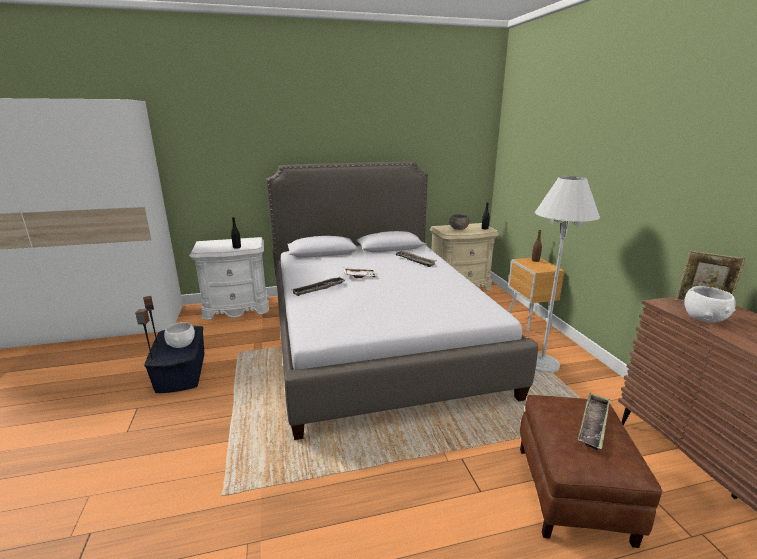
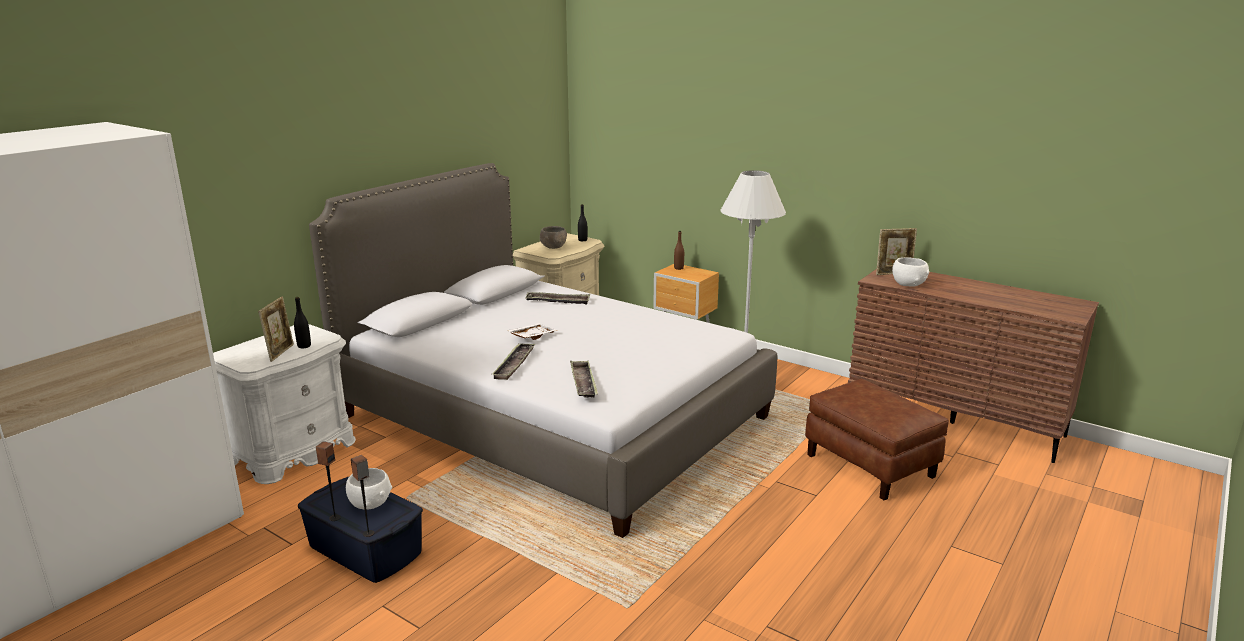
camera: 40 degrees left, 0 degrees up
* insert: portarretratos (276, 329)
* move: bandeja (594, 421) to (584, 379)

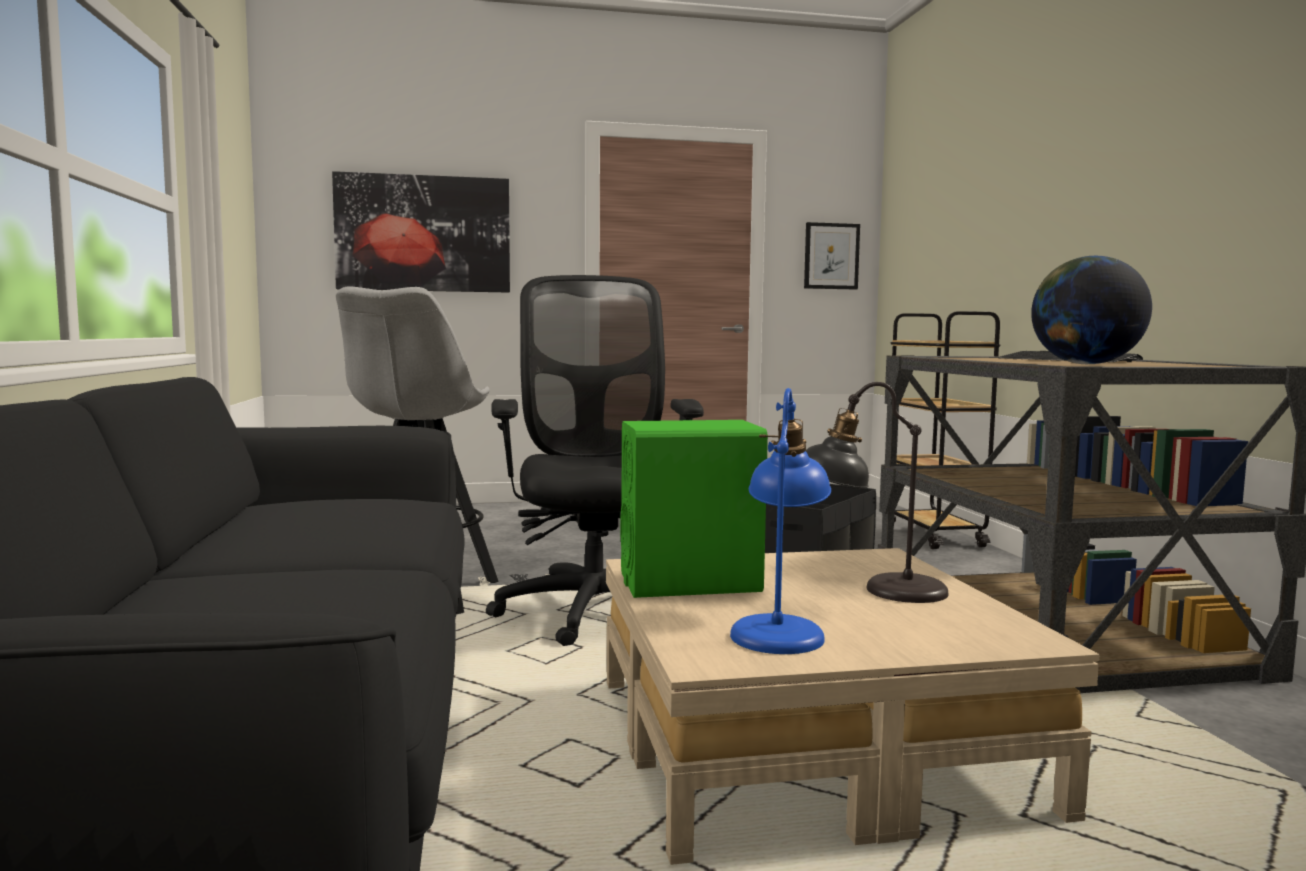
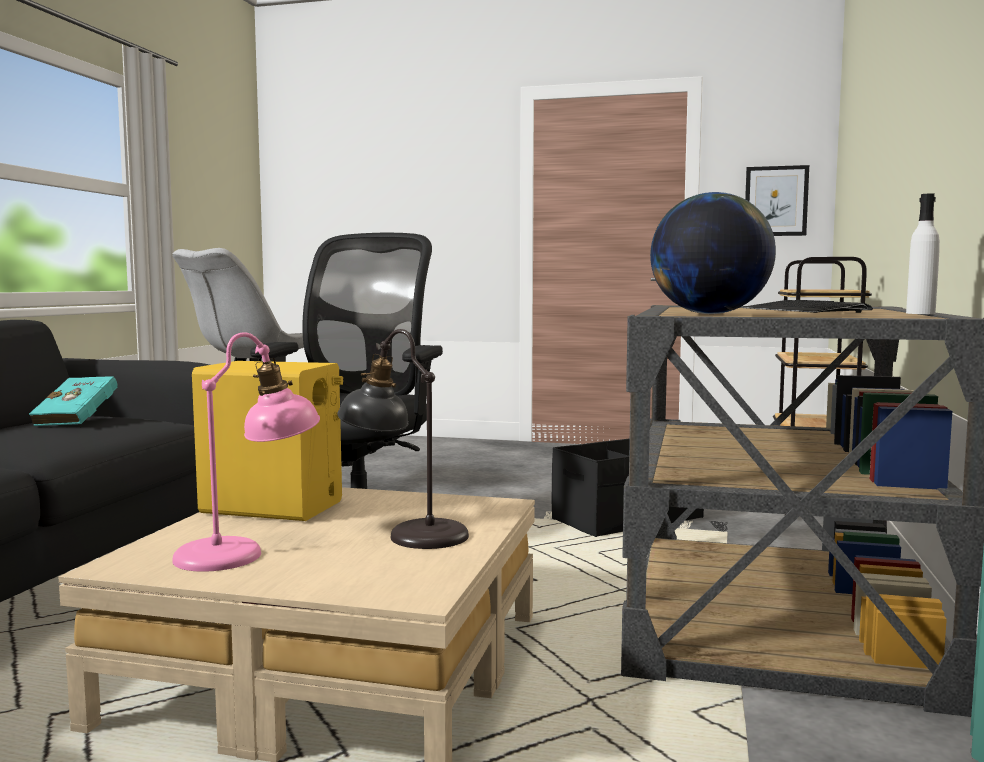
camera: 25 degrees right, 0 degrees up
* delete: cuadro (421, 232)
* insert: libro (turquesa) (73, 401)
* insert: botella (blanco) (923, 253)
* recolor: altavoz (verde) (694, 509) to altavoz (amarillo) (267, 441)
* recolor: lámpara de mesa (azul) (780, 521) to lámpara de mesa (rosa) (246, 452)

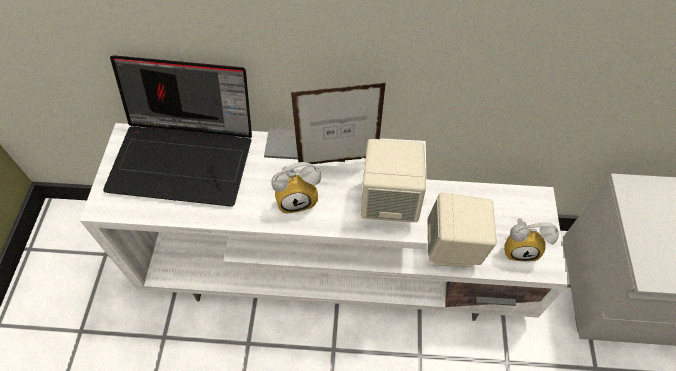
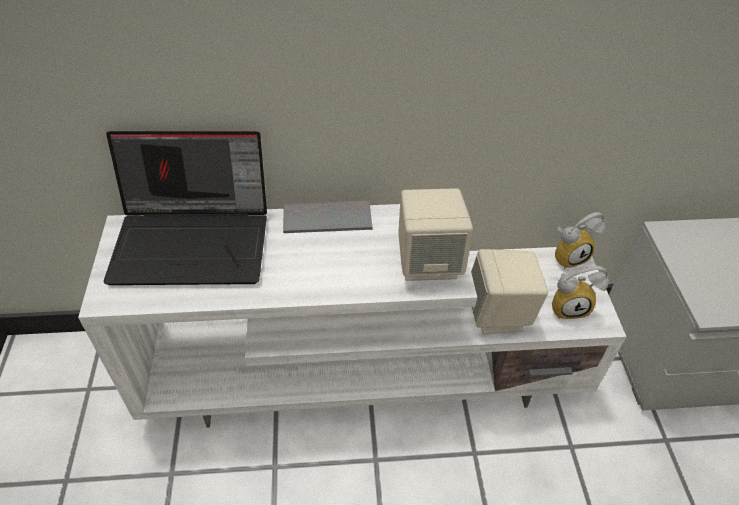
camera: 10 degrees left, 10 degrees down
* delete: portarretratos (338, 123)
* move: despertador (296, 187) to (580, 240)

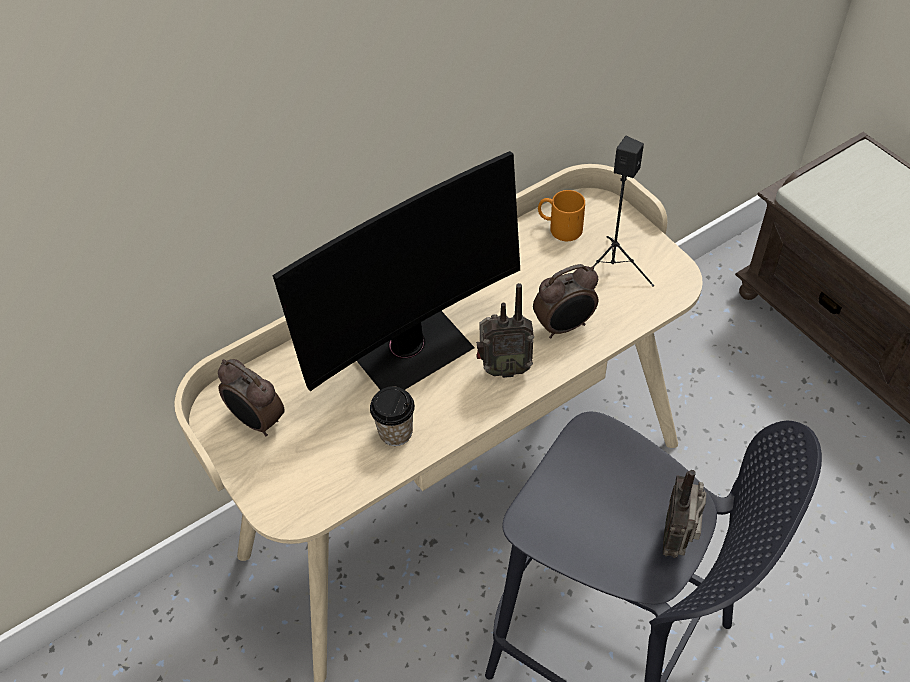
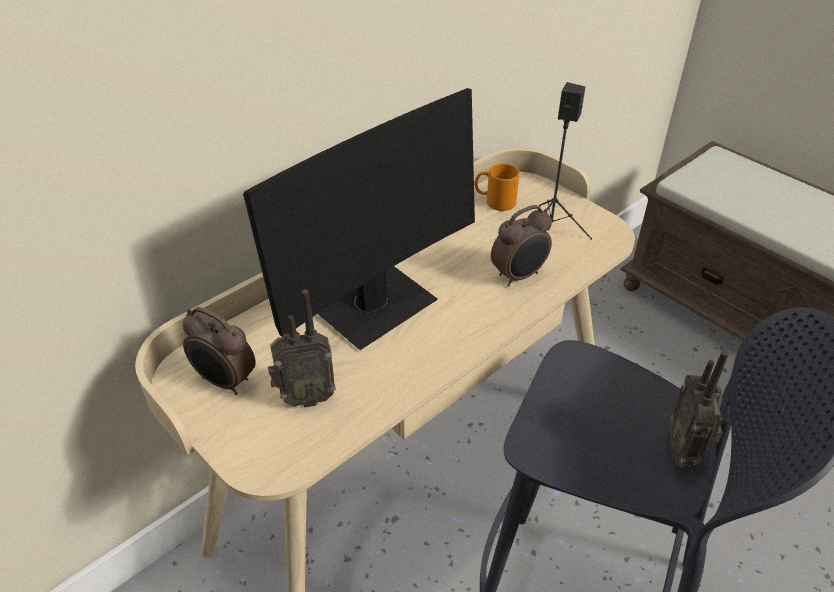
camera: 10 degrees left, 10 degrees down
* delete: taza (392, 416)
* move: radio (505, 330) to (302, 348)

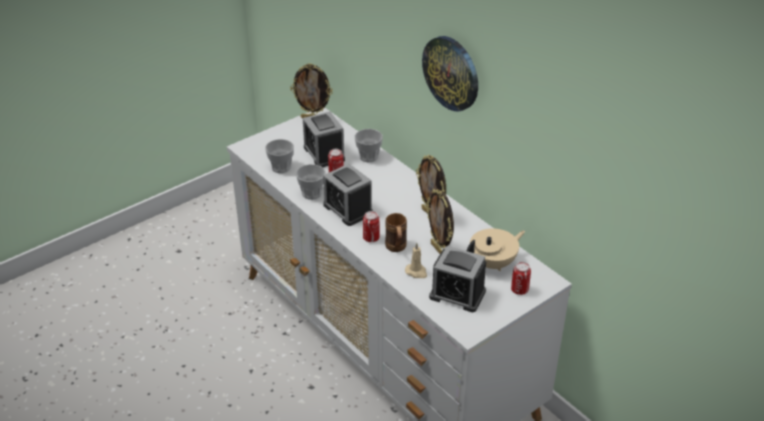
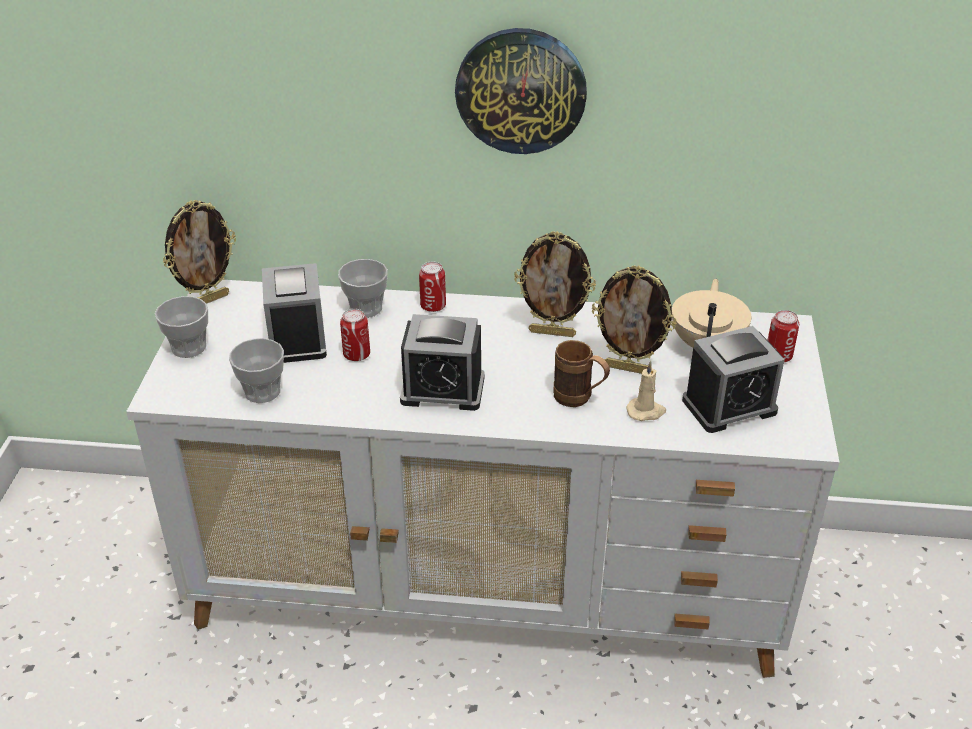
camera: 45 degrees left, 0 degrees up
* move: taza (311, 182) to (181, 327)
* move: lata (371, 226) to (432, 287)
* rotate: despertador (324, 139) = (294, 313) 60 degrees clockwise

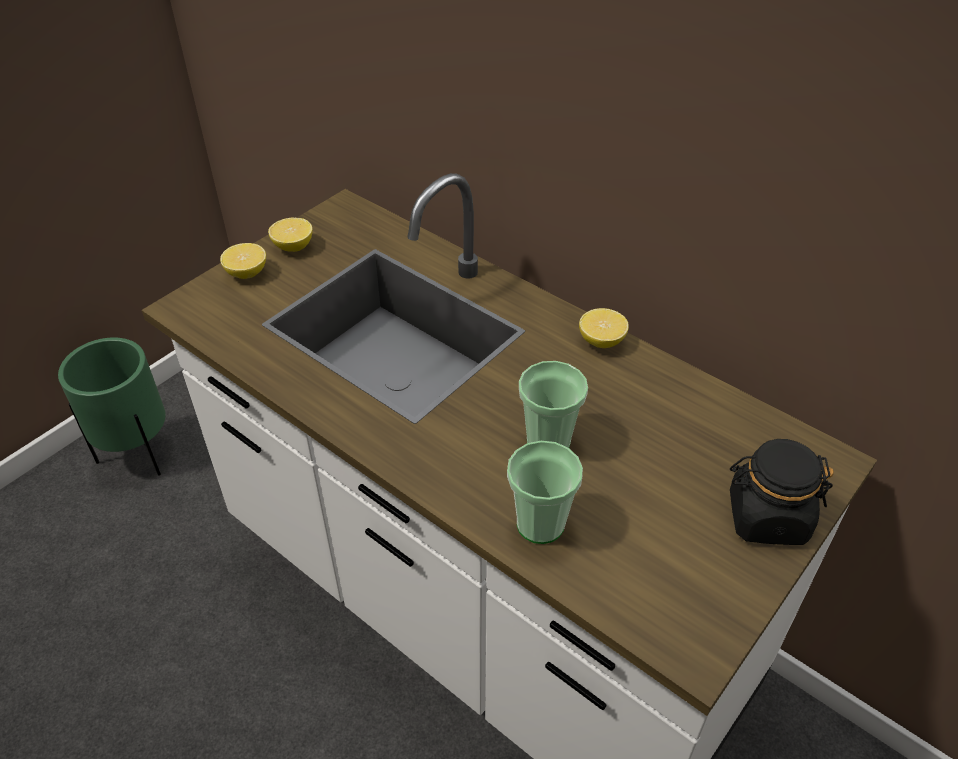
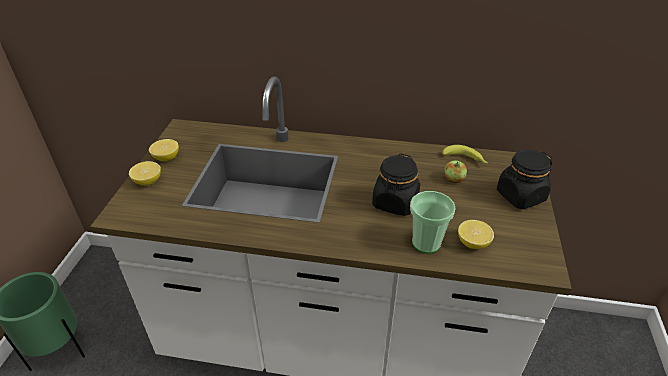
camera: 30 degrees left, 5 degrees down
* insert: plátano (465, 154)
* insert: manzana (455, 171)
* move: limón (604, 328) to (476, 234)
* replace: taza (553, 404) to tarro (negro) (396, 184)

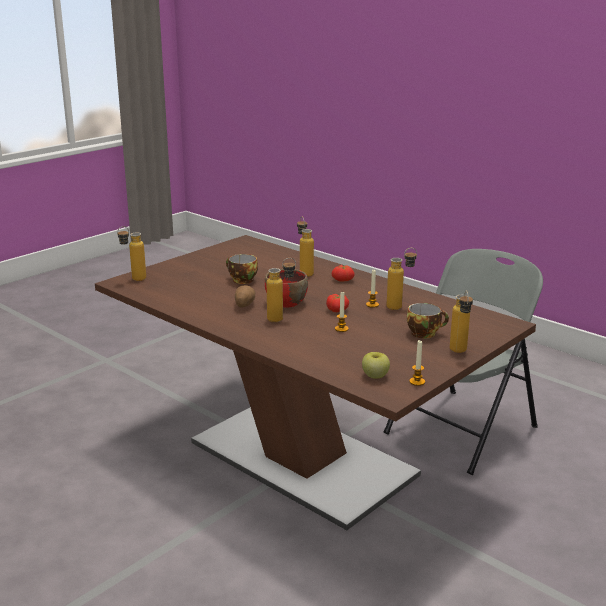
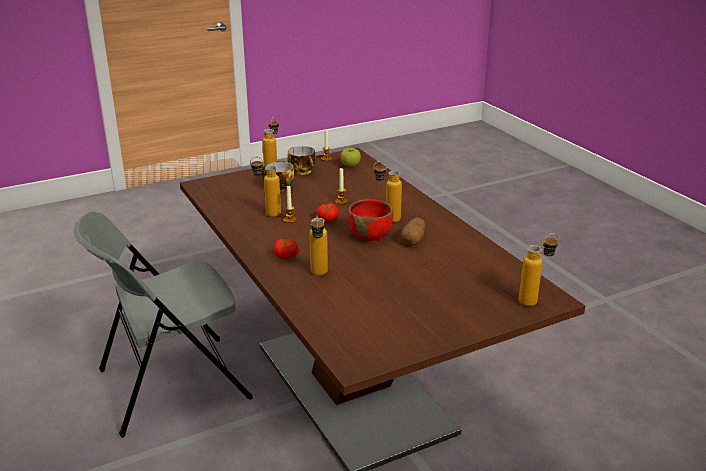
camera: 160 degrees left, 5 degrees up
* move: taza (242, 269) to (301, 160)

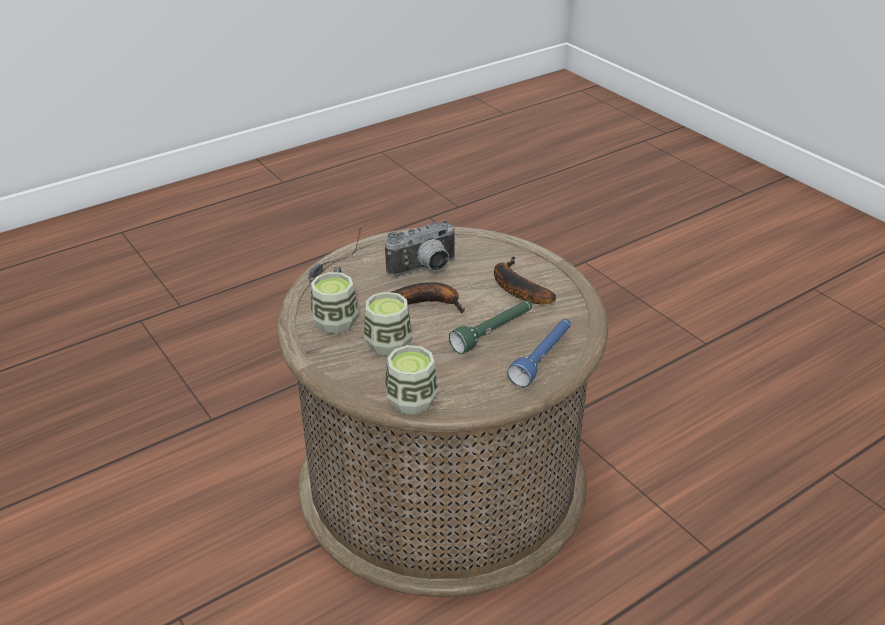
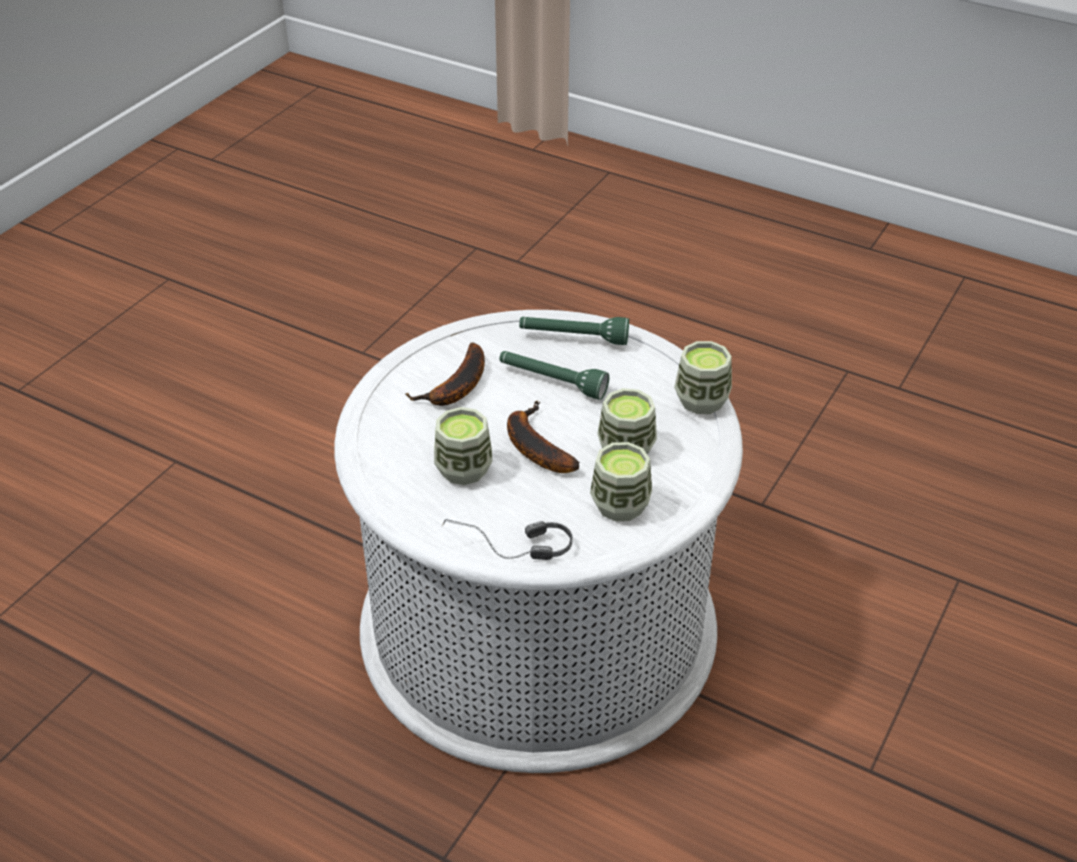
camera: 115 degrees left, 5 degrees up
* replace: cámara (421, 248) to taza (463, 446)
* recolor: mesa de centro (marrón) (442, 412) to mesa de centro (blanco) (538, 541)
* recolor: linterna (azul) (539, 353) to linterna (verde) (574, 331)

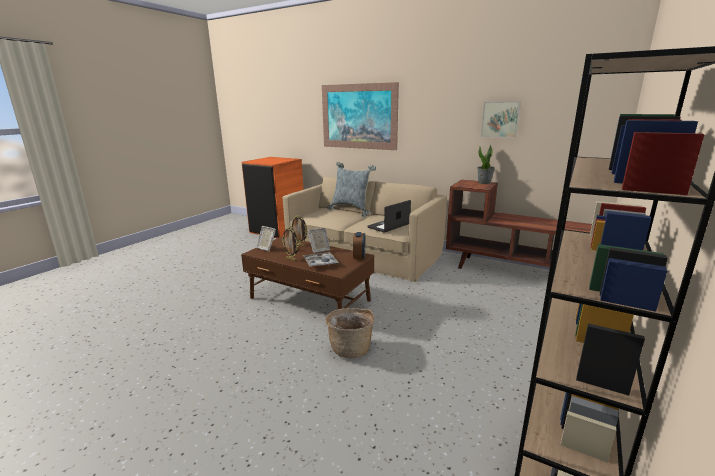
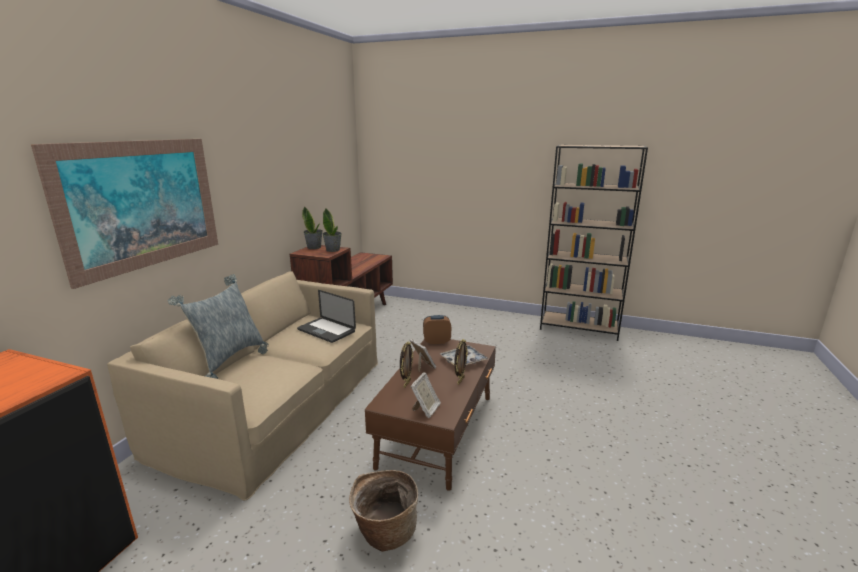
camera: 100 degrees left, 0 degrees up
* delete: cuadro (501, 119)
* insert: planta en maceta (332, 230)
* move: cesta (350, 333) to (383, 511)

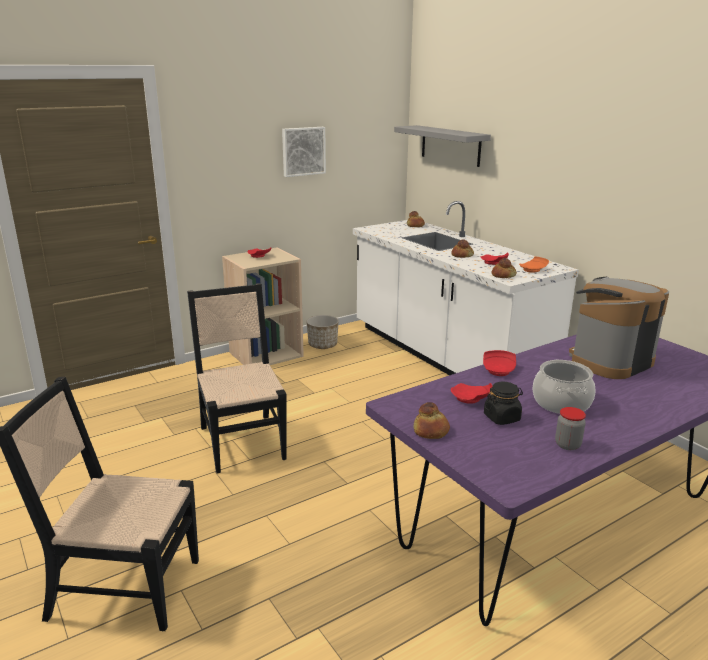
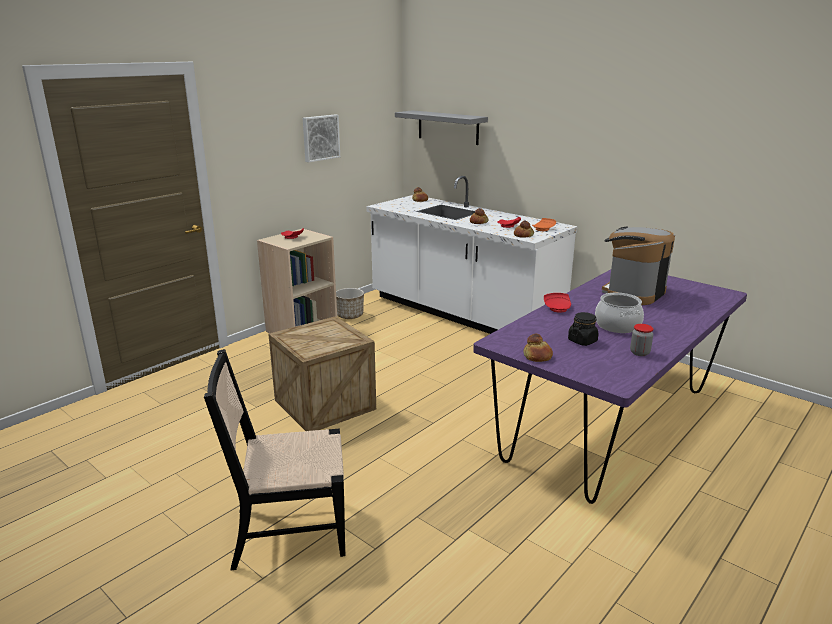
camera: 15 degrees left, 0 degrees up
* delete: plato (rojo) (472, 393)
* replace: silla (237, 378) to caja de embalaje (322, 374)

